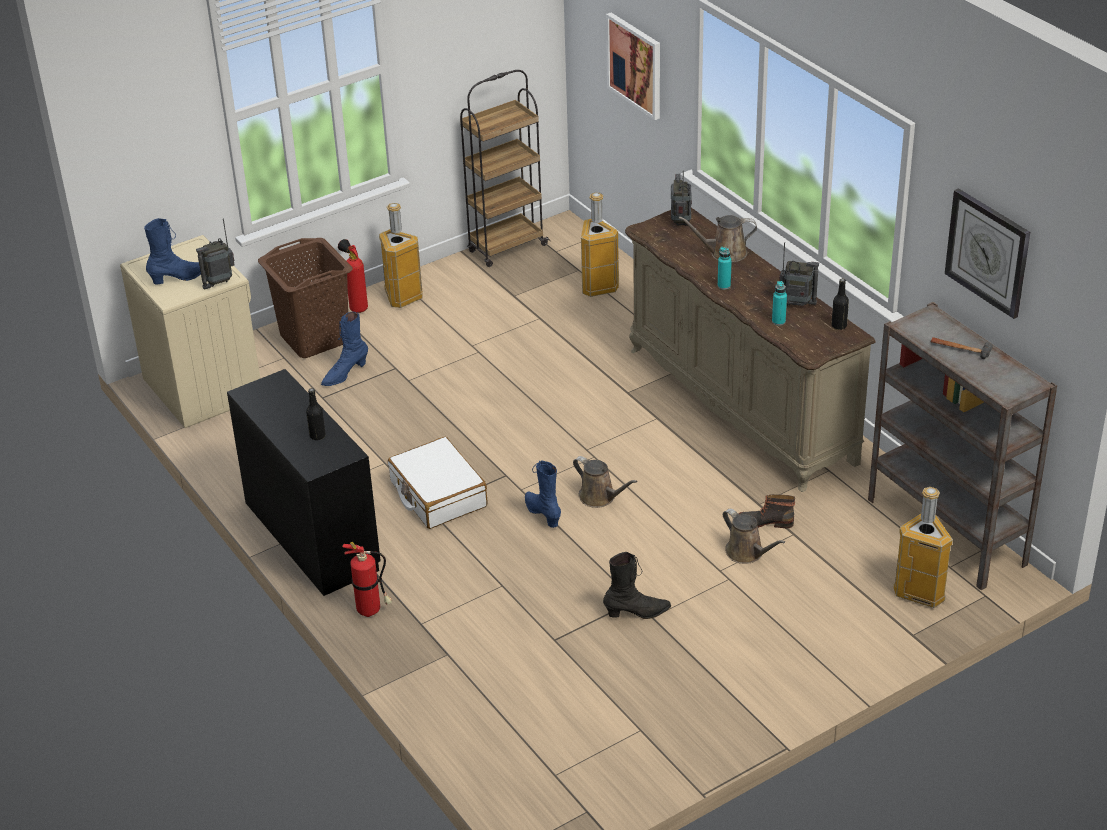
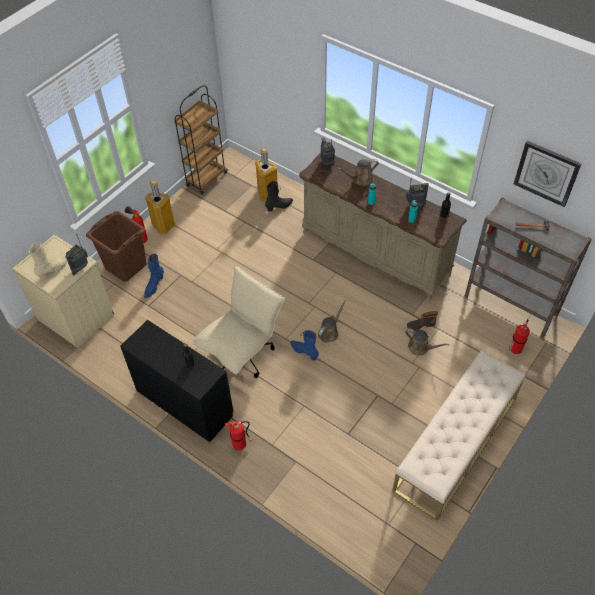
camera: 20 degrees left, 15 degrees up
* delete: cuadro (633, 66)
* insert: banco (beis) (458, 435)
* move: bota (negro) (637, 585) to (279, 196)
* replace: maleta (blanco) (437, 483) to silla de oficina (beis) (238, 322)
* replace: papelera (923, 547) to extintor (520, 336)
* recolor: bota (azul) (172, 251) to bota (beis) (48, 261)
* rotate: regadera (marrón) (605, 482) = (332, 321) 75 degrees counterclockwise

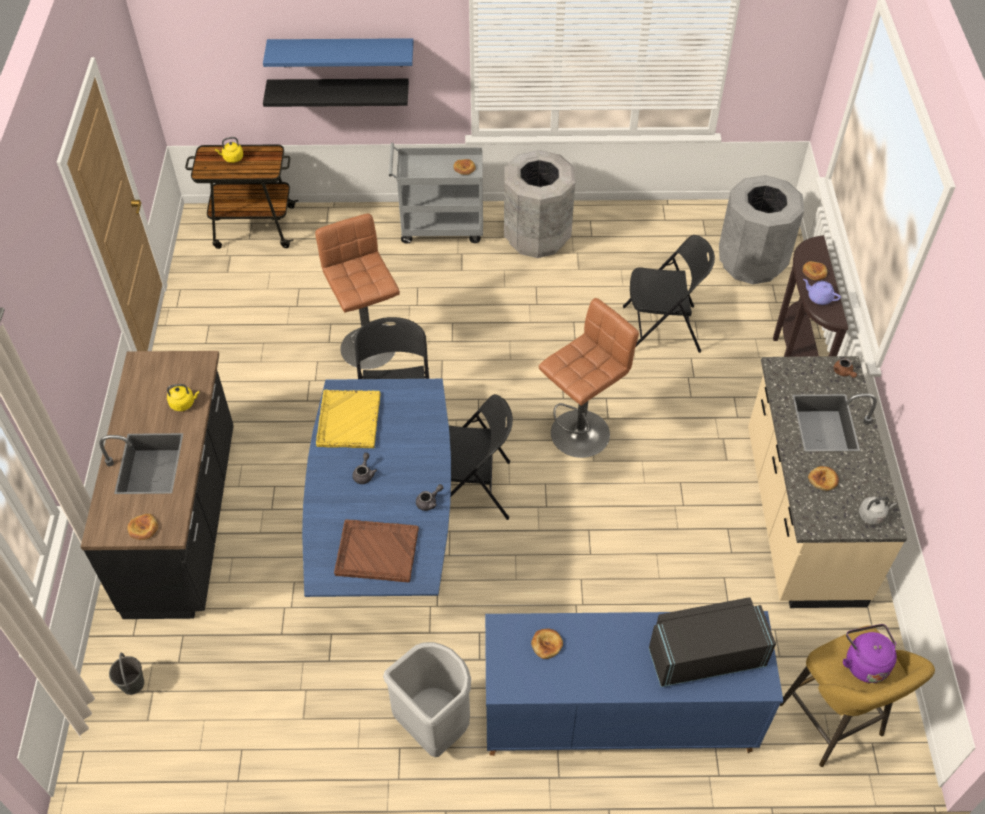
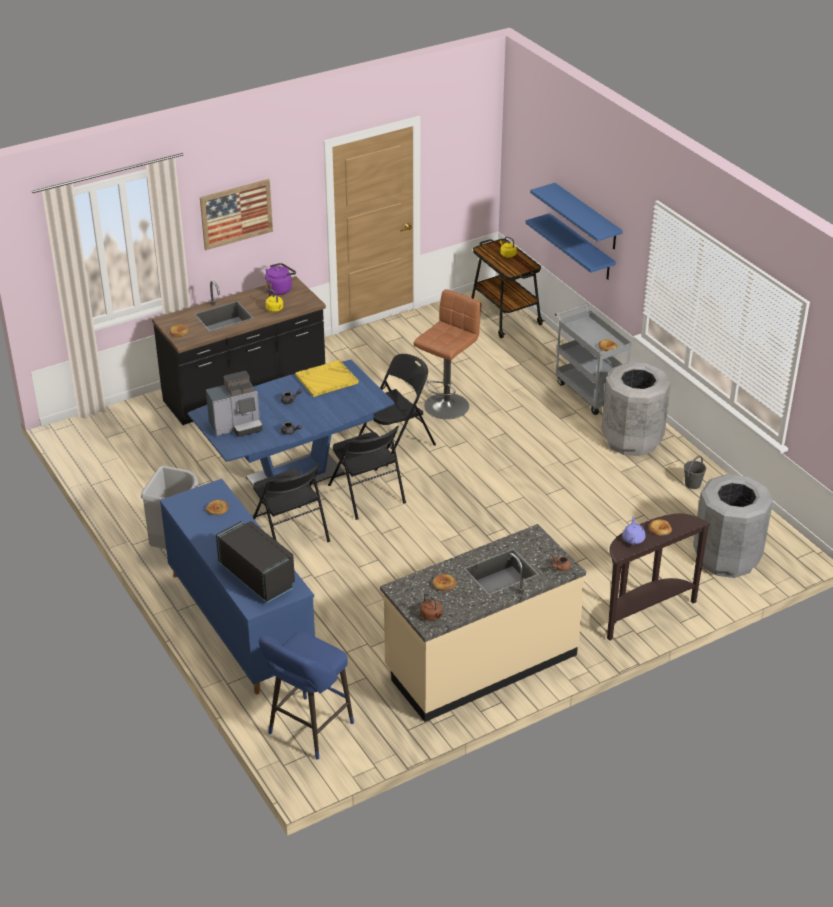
camera: 60 degrees right, 15 degrees down
* delete: taburete (marrón) (589, 378)
* insert: cuadro (236, 214)
* move: cubo (gris) (126, 674) to (695, 472)
* move: silla (negro) (669, 294) to (291, 502)
* move: hervidor (morado) (870, 653) to (280, 279)
* replace: bandeja (marrón) (376, 551) to cafetera (234, 404)
* recolor: estante (negro) (336, 93) to estante (azul) (570, 246)
* recolor: taburete (amarillo) (857, 696) to taburete (azul) (306, 696)
* recolor: hervidor (gris) (878, 511) to hervidor (marrón) (431, 607)

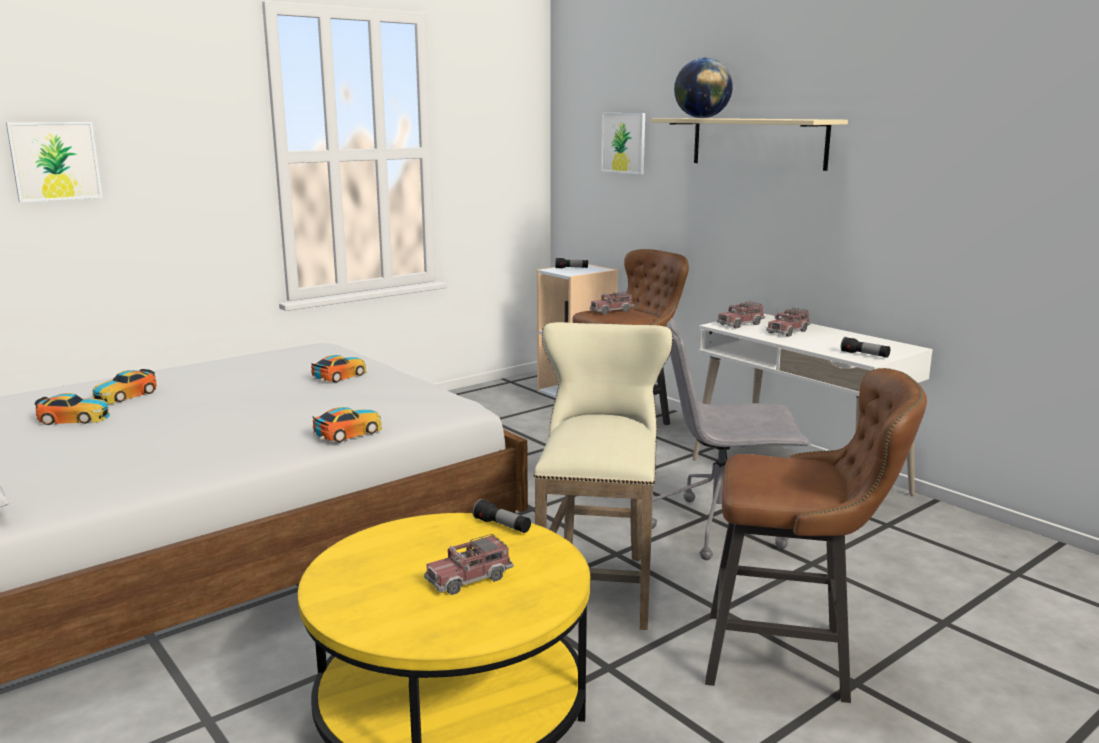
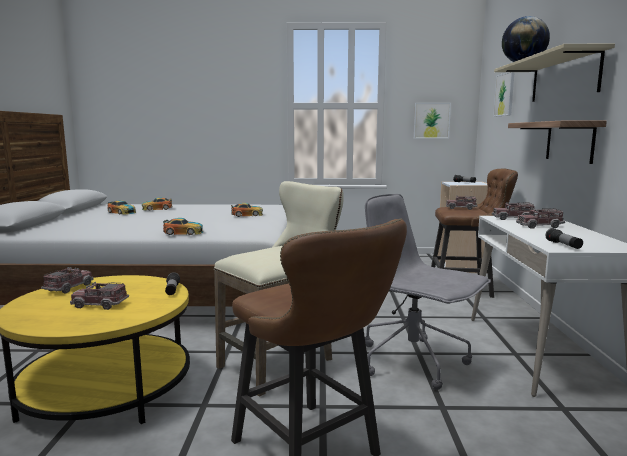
camera: 40 degrees right, 5 degrees down
* insert: camión de juguete (67, 280)
* insert: estante (557, 142)
* move: cuadro (54, 162) to (432, 121)

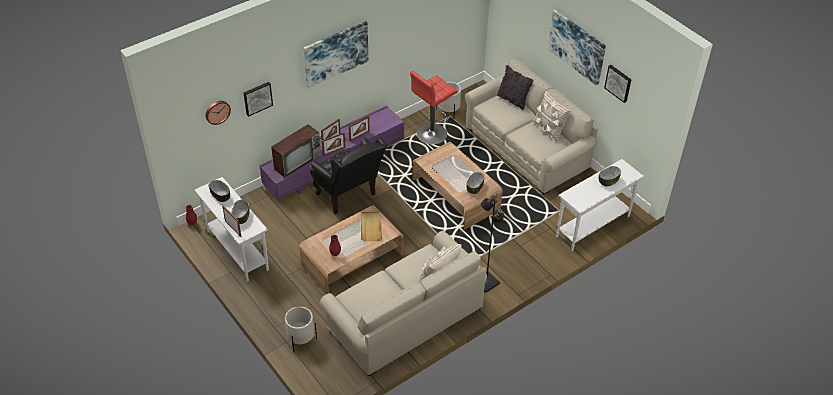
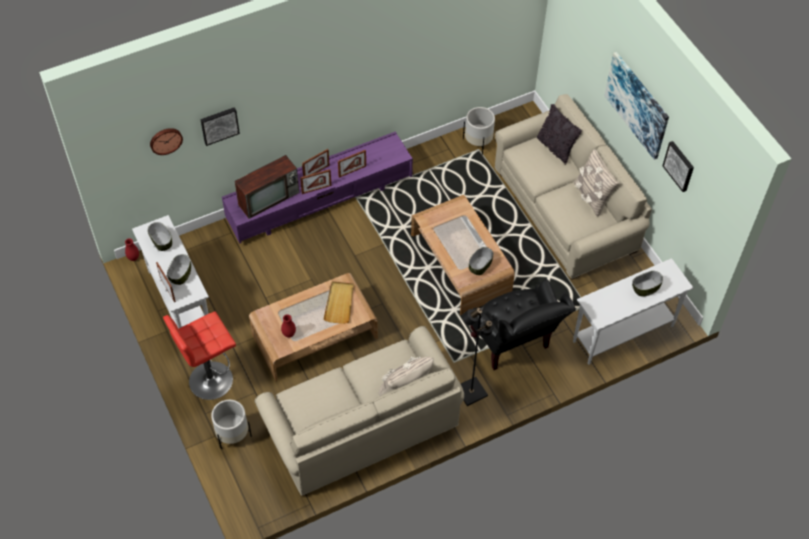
camera: 10 degrees right, 10 degrees up
* delete: cuadro (336, 54)
* move: sillón (negro) (348, 175) to (523, 324)
* move: taburete (rojo) (434, 107) to (199, 356)

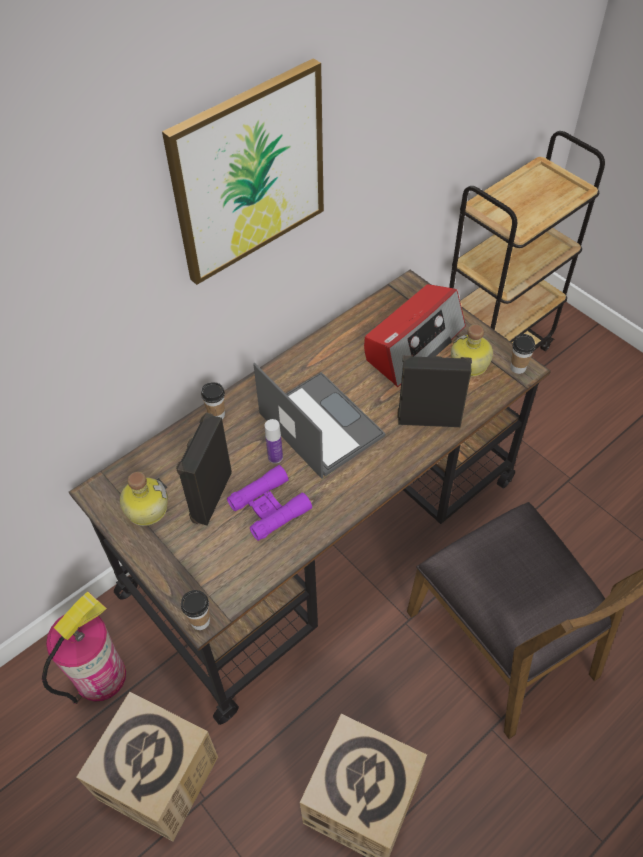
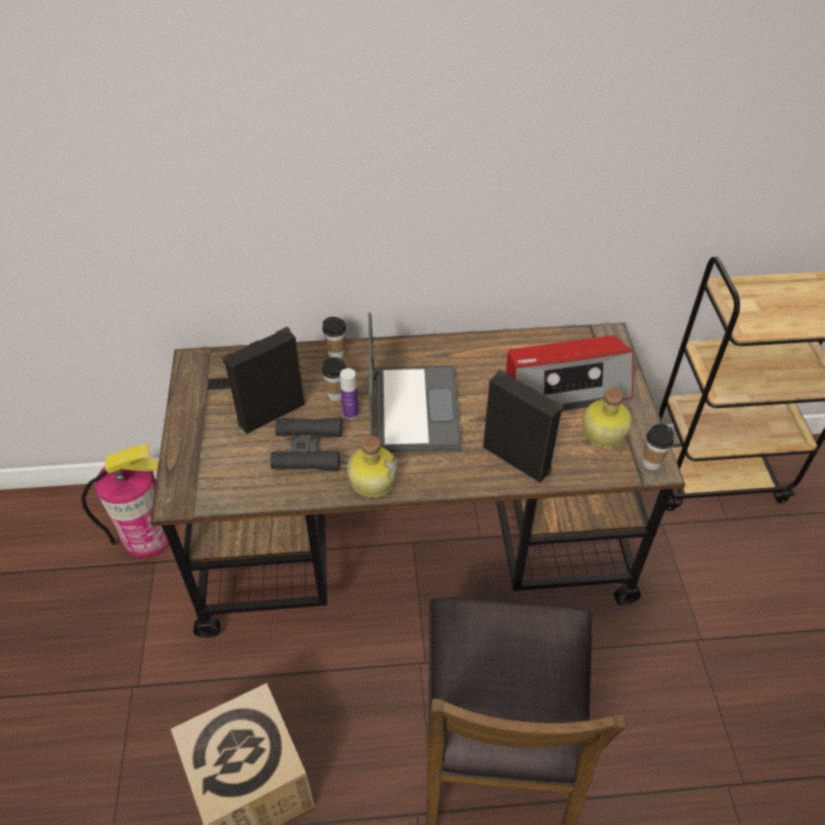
camera: 35 degrees right, 5 degrees down
* delete: caja de cartón (147, 767)
* delete: cuadro (243, 171)
* move: botella (144, 499) to (372, 466)
* move: taza (195, 610) to (333, 379)
* recolor: prismáticos (morado) (269, 503) to prismáticos (negro) (306, 444)

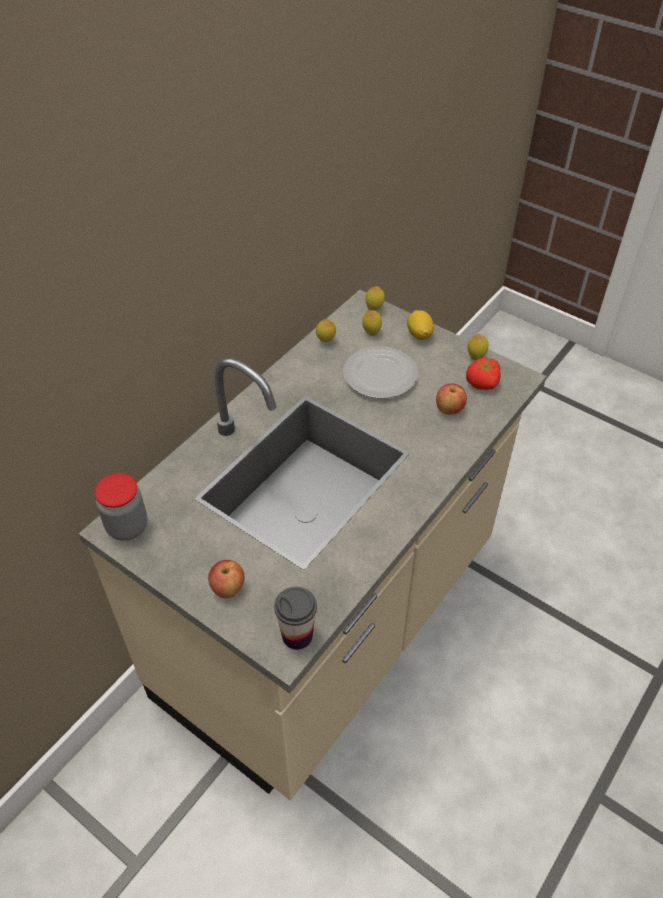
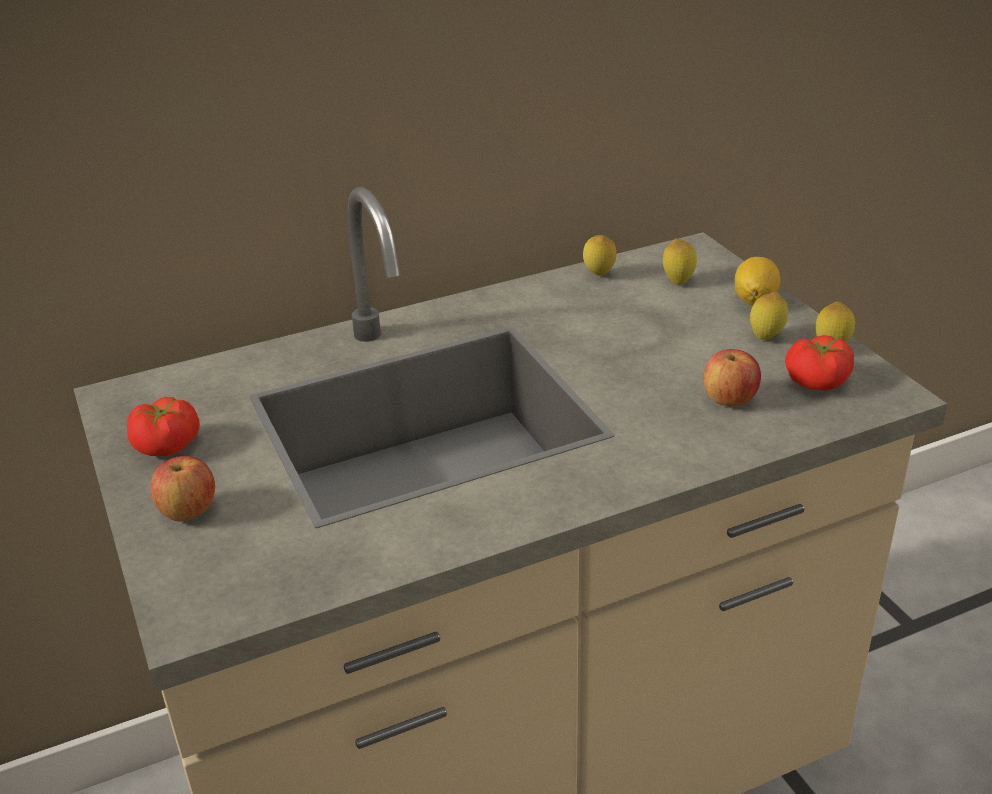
camera: 30 degrees right, 15 degrees down
* delete: tarro (121, 507)
* delete: taza (295, 618)
* delete: plato (380, 372)
* insert: tomate (163, 426)
* move: limón (375, 298) to (769, 315)

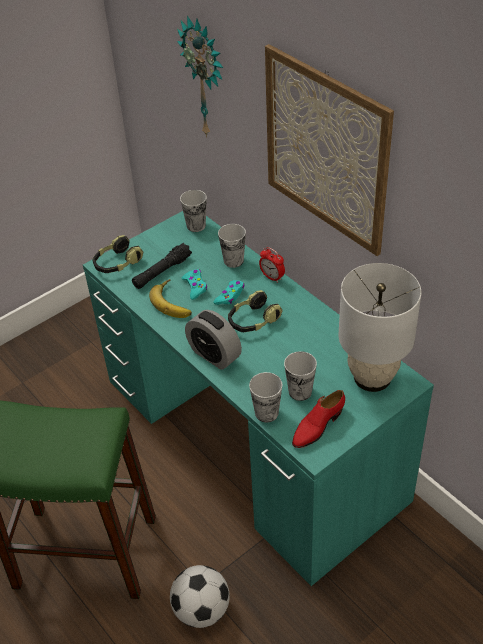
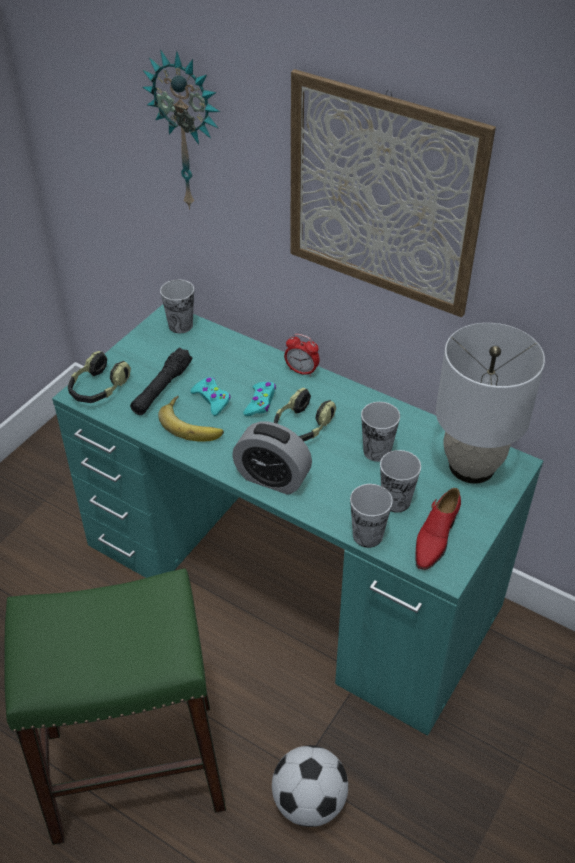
camera: 20 degrees left, 0 degrees up
* move: taza (232, 246) to (380, 432)

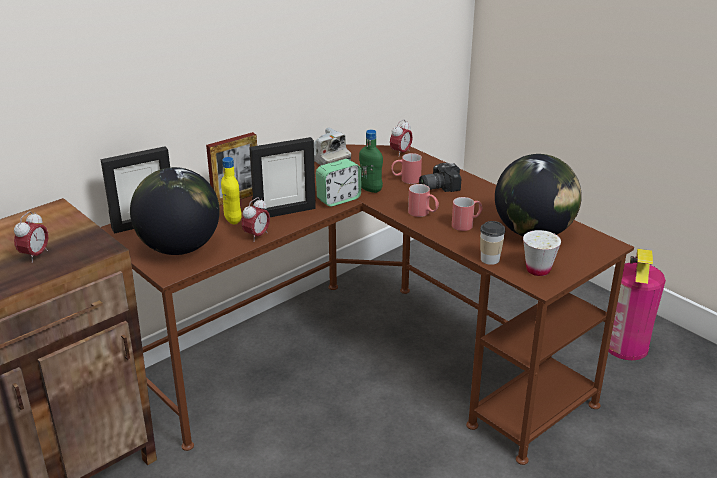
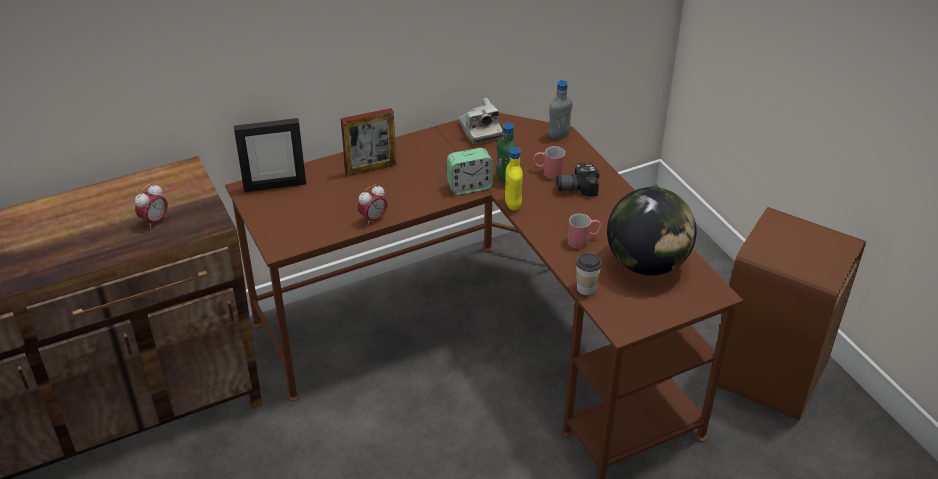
camera: 15 degrees right, 10 degrees up
* delete: globo terráqueo (175, 211)
* delete: portarretratos (282, 177)
* delete: taza grande (rojo) (423, 200)
* delete: taza (blanco) (542, 253)
* move: botella (amarillo) (231, 191) to (514, 179)
* replace: despertador (401, 137) to botella (gris) (560, 109)
* replace: extintor (637, 304) to papelera (marrón) (787, 314)

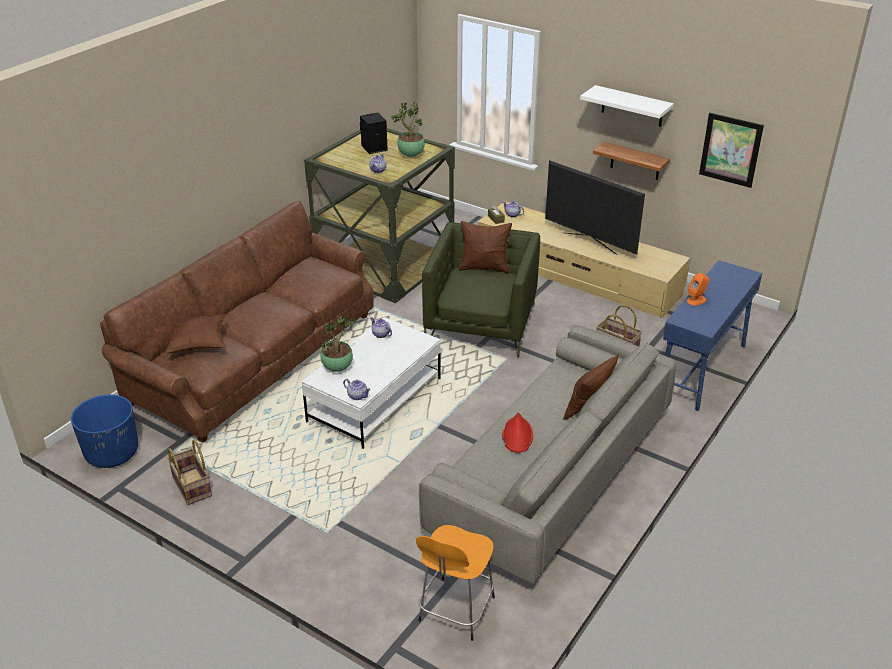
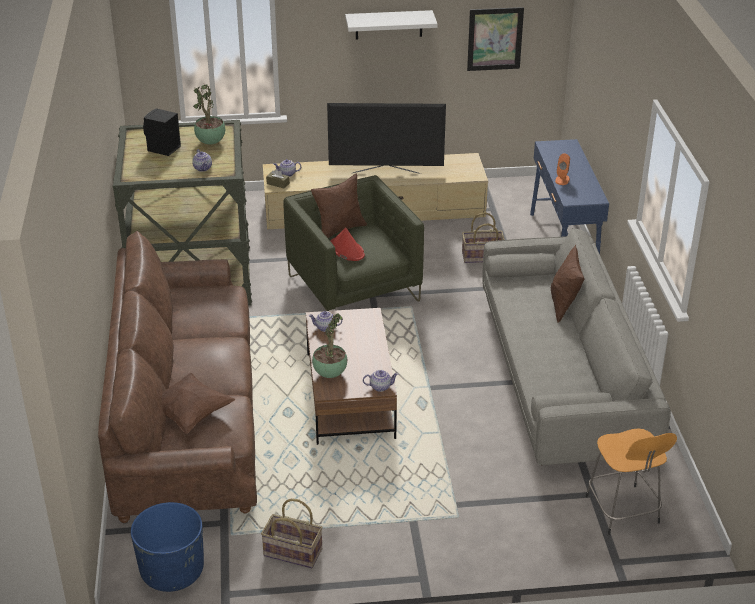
camera: 40 degrees left, 0 degrees up
* delete: estante (631, 161)
* move: sombrero (rojo) (517, 432) to (348, 244)
* recolor: mesa de centro (blanco) (371, 383) to mesa de centro (marrón) (351, 376)

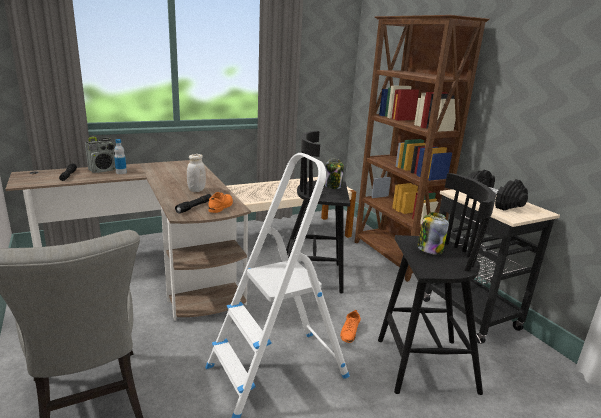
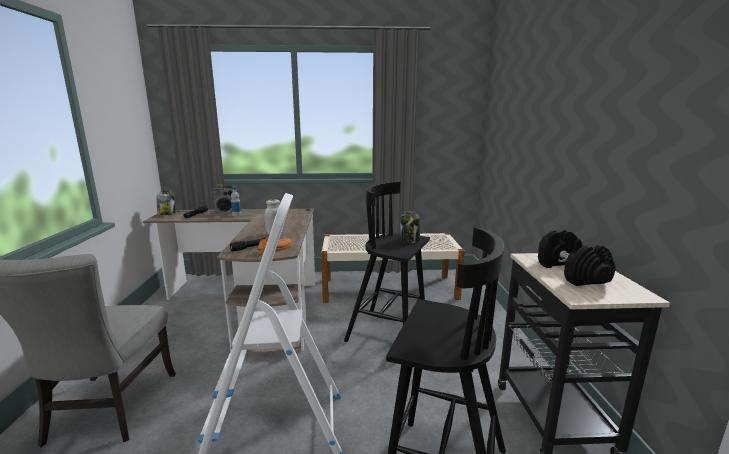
camera: 25 degrees right, 5 degrees down
* delete: zapato (naranja) (350, 326)
* delete: estantería (marrón) (422, 148)
* move: tarro (433, 233) to (166, 203)

